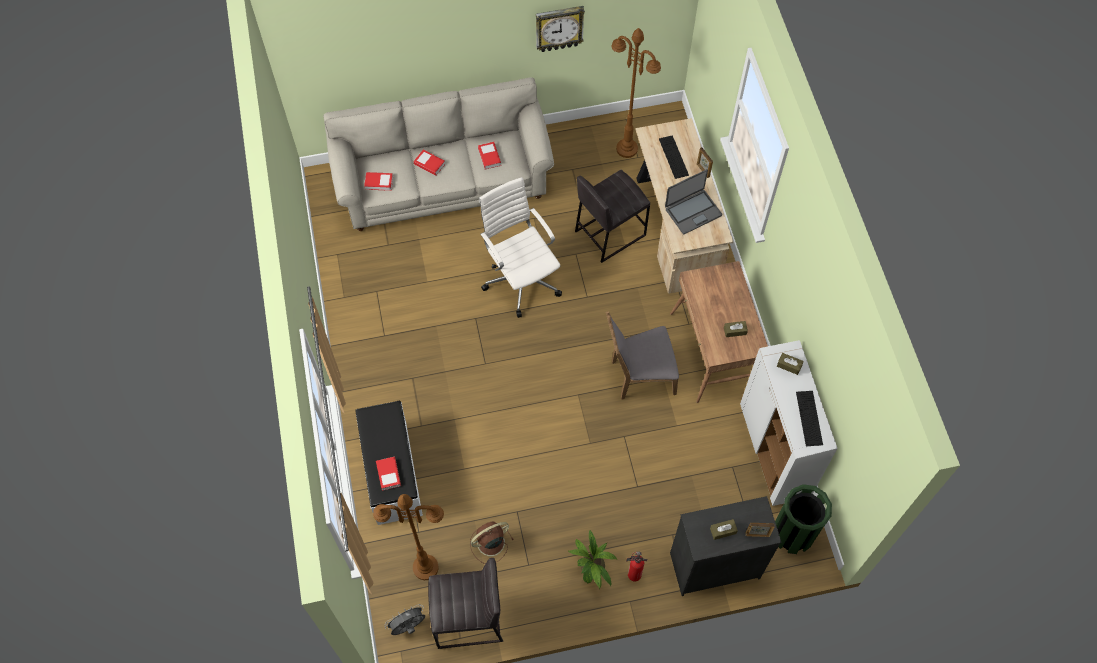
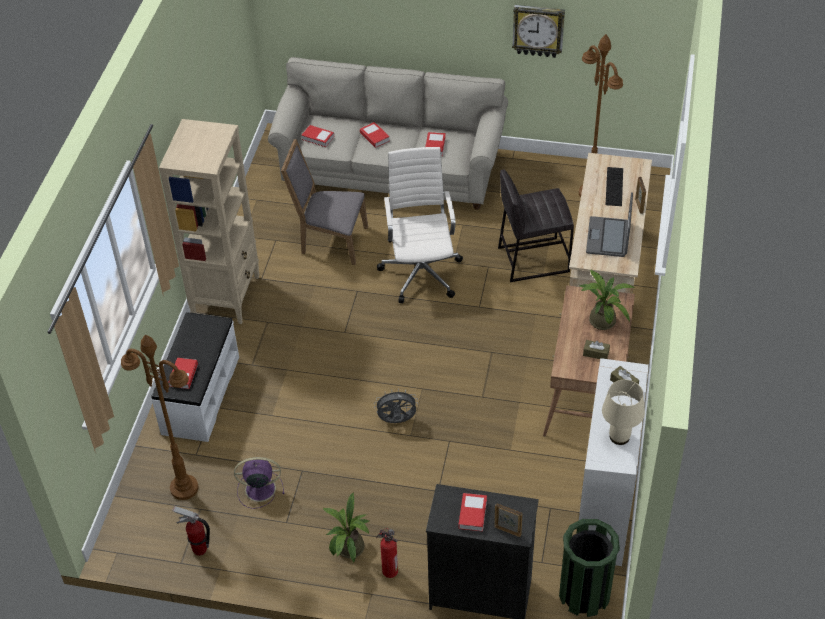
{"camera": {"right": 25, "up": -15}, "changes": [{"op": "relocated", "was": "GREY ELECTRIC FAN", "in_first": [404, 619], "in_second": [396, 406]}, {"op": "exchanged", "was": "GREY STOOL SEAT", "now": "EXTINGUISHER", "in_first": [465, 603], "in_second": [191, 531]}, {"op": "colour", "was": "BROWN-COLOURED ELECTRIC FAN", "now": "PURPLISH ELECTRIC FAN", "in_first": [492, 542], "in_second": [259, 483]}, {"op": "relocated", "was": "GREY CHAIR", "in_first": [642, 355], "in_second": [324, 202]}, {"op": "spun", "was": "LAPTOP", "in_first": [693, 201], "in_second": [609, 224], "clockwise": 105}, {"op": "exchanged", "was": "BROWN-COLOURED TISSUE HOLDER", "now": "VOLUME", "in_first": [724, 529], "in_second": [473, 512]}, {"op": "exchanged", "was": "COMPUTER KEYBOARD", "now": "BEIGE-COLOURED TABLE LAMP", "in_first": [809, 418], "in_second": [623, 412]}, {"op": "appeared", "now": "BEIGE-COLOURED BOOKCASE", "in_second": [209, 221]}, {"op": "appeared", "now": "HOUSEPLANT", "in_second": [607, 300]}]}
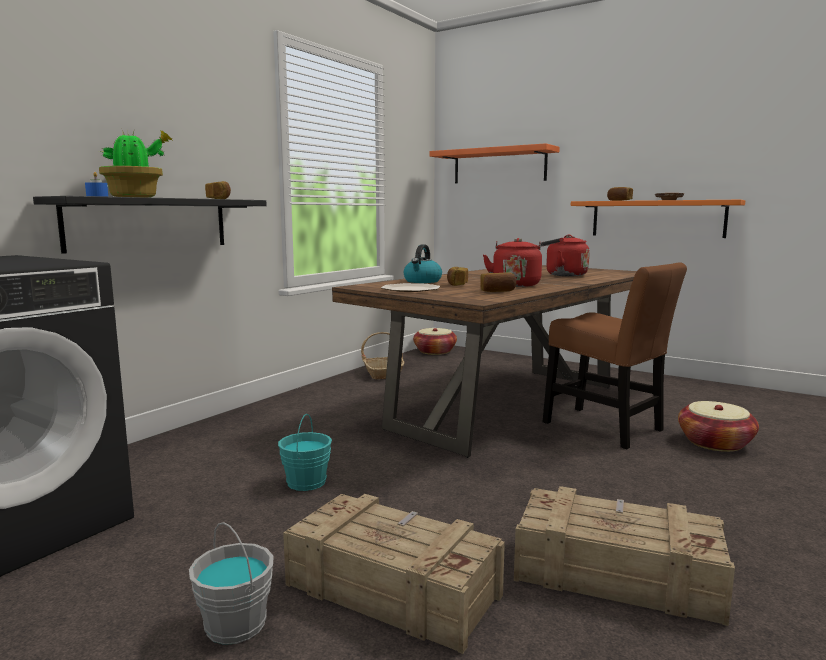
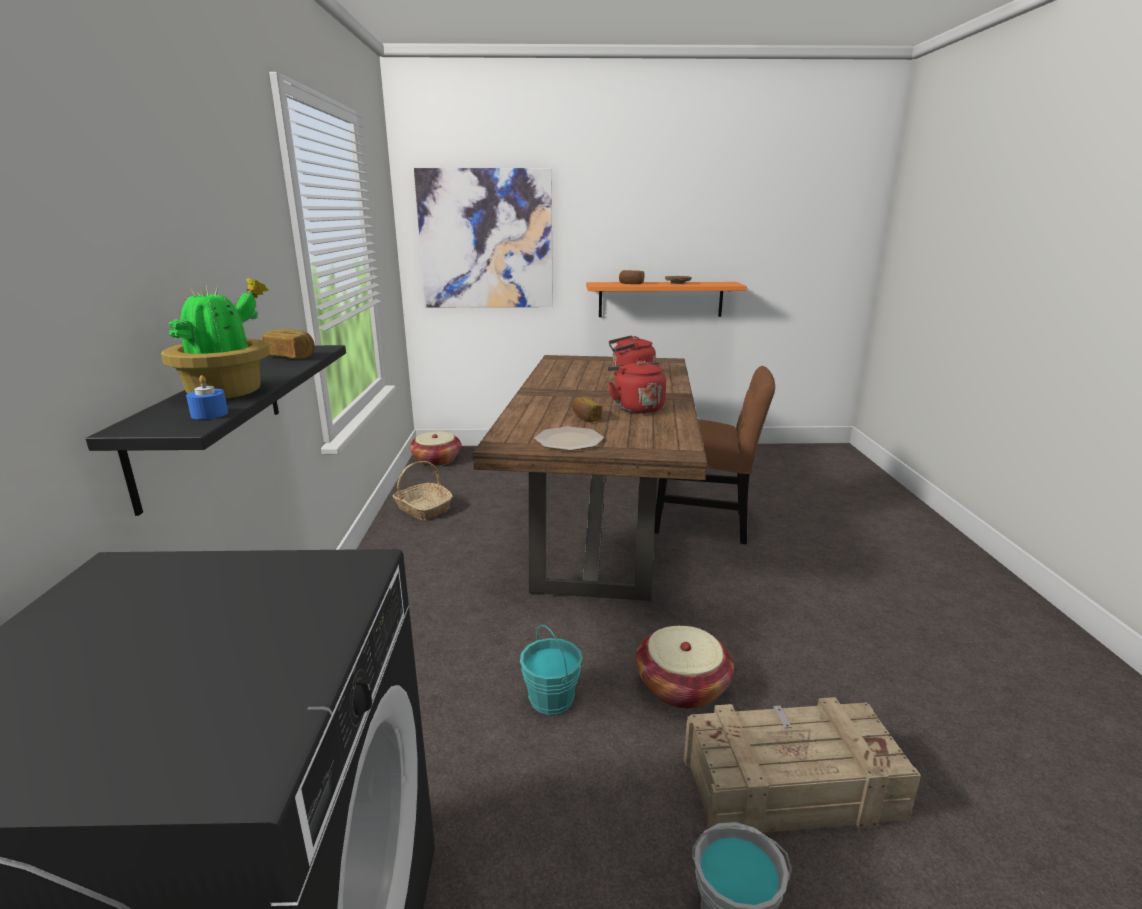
{"camera": {"right": -35, "up": 10}, "changes": [{"op": "missing", "was": "KETTLE", "in_first": [423, 263]}, {"op": "exchanged", "was": "ORANGEY WALL SHELF", "now": "PICTURE", "in_first": [494, 163], "in_second": [483, 237]}, {"op": "missing", "was": "BAKERY BREAD", "in_first": [498, 282]}, {"op": "missing", "was": "PACKING CRATE", "in_first": [624, 556]}, {"op": "relocated", "was": "HOUSEHOLD BASKET", "in_first": [718, 426], "in_second": [685, 667]}]}
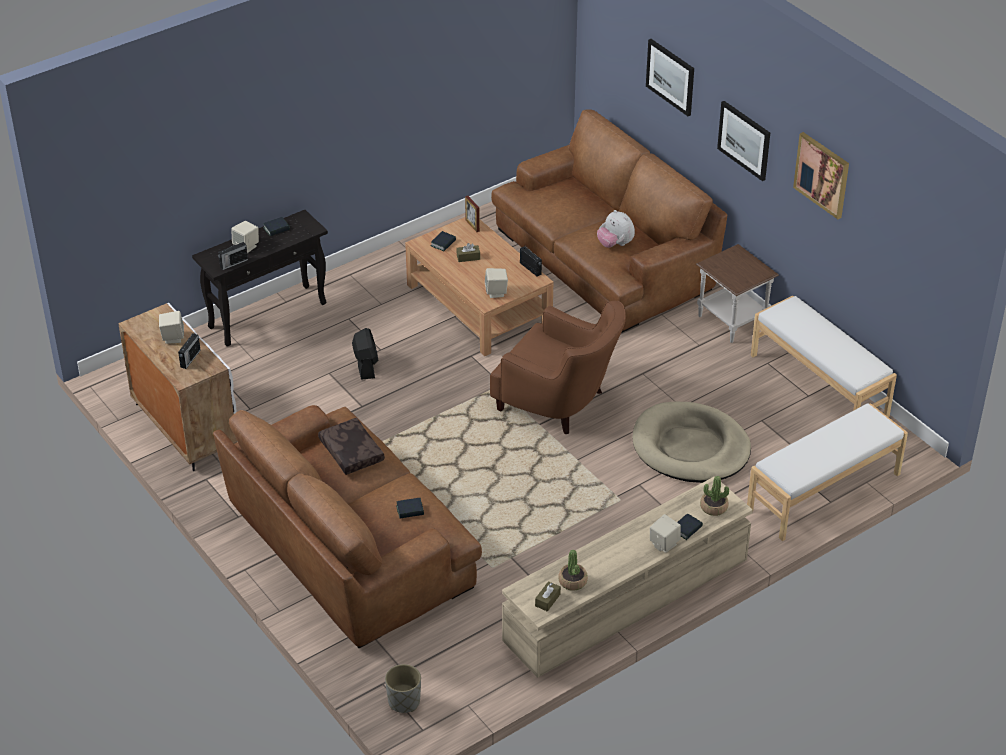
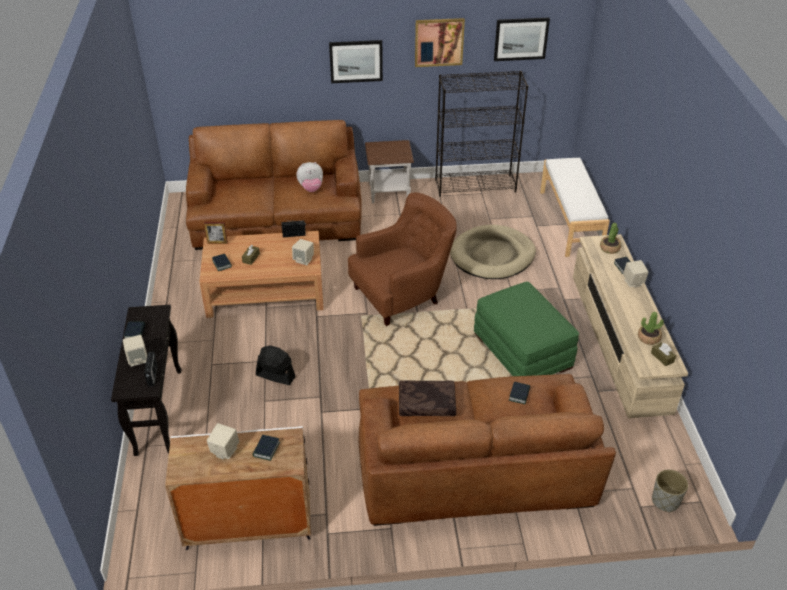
{"camera": {"right": -60, "up": 0}, "changes": [{"op": "exchanged", "was": "RADIO", "now": "VOLUME", "in_first": [189, 351], "in_second": [266, 448]}, {"op": "relocated", "was": "PICTURE", "in_first": [670, 77], "in_second": [522, 39]}, {"op": "exchanged", "was": "WHITE-COLOURED INDOOR BENCH", "now": "BLACK-COLOURED BOOKCASE", "in_first": [824, 356], "in_second": [481, 134]}, {"op": "appeared", "now": "GREEN-COLOURED FOOTREST", "in_second": [526, 329]}]}
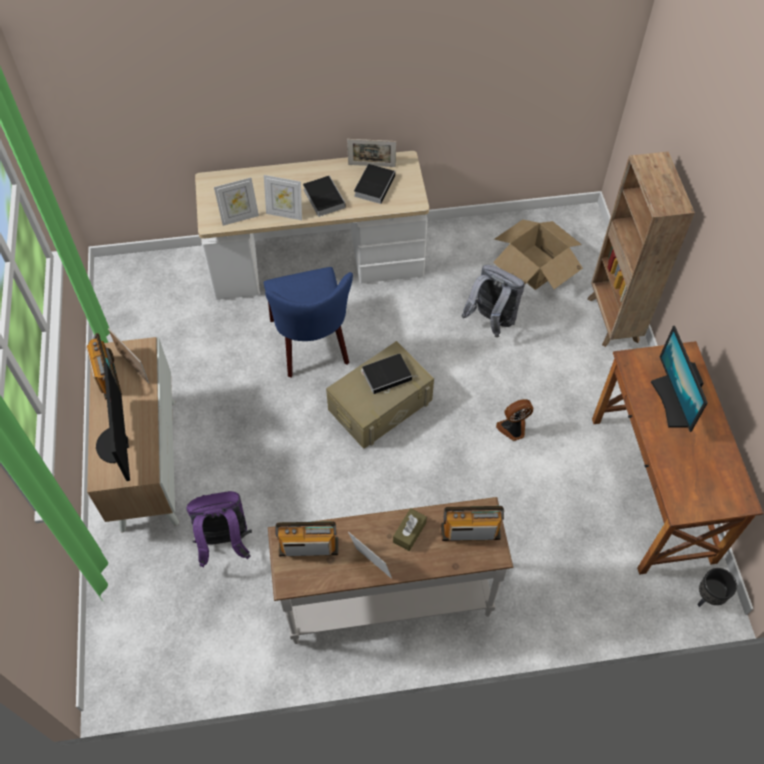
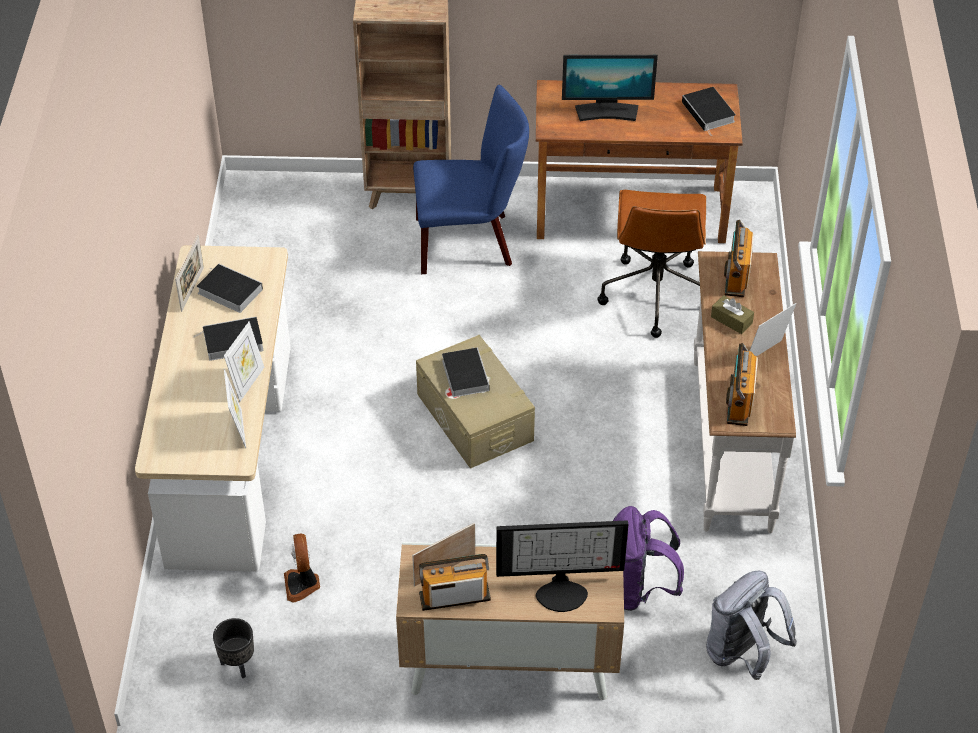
{"camera": {"right": -80, "up": -10}, "changes": [{"op": "relocated", "was": "BLUE CHAIR", "in_first": [308, 322], "in_second": [471, 179]}, {"op": "relocated", "was": "GREY RUCKSACK", "in_first": [493, 301], "in_second": [751, 625]}, {"op": "missing", "was": "CARTON", "in_first": [538, 255]}, {"op": "relocated", "was": "ELECTRIC FAN", "in_first": [514, 420], "in_second": [302, 568]}, {"op": "relocated", "was": "BLACK-COLOURED FLOWER POT", "in_first": [717, 587], "in_second": [233, 648]}, {"op": "appeared", "now": "BROWN-COLOURED DESK CHAIR", "in_second": [651, 264]}, {"op": "appeared", "now": "VOLUME", "in_second": [709, 111]}]}
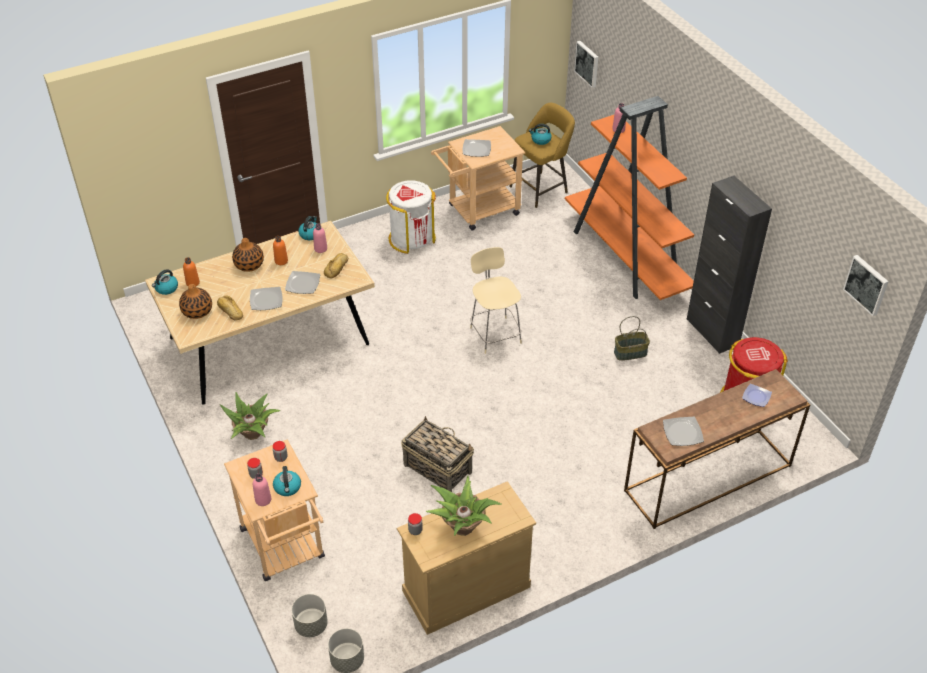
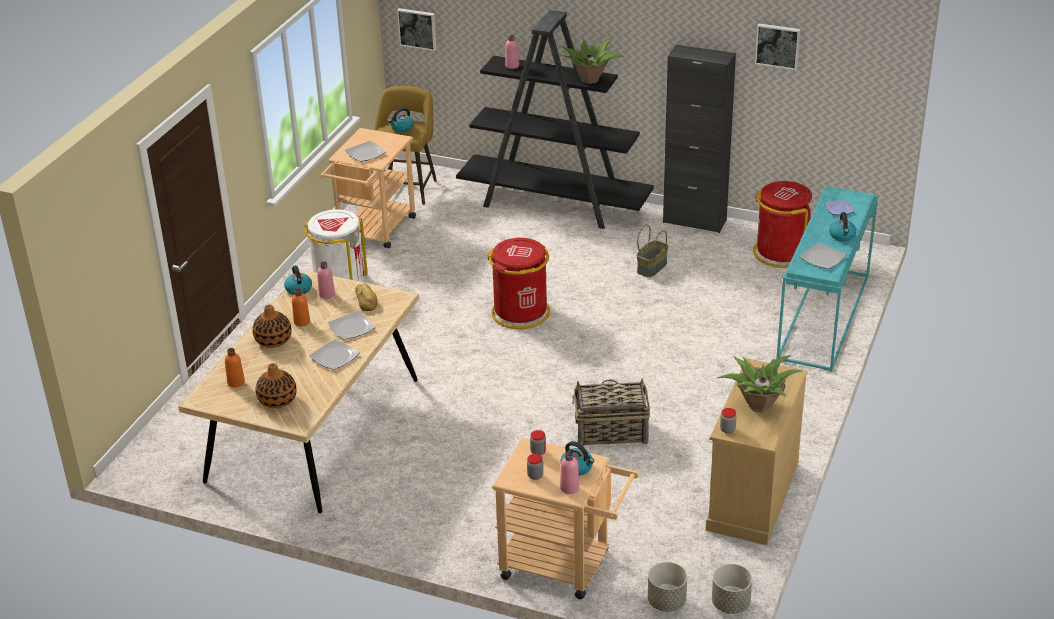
{"camera": {"right": -40, "up": -10}, "changes": [{"op": "relocated", "was": "KETTLE", "in_first": [165, 282], "in_second": [843, 226]}, {"op": "missing", "was": "BAKERY BREAD", "in_first": [230, 308]}, {"op": "relocated", "was": "HOUSEPLANT", "in_first": [249, 416], "in_second": [592, 61]}, {"op": "exchanged", "was": "BEIGE-COLOURED STOOL SEAT", "now": "RED-COLOURED RUBBISH BIN", "in_first": [496, 300], "in_second": [518, 283]}, {"op": "colour", "was": "ORANGEY BOOKCASE", "now": "BLACK-COLOURED BOOKCASE", "in_first": [629, 198], "in_second": [555, 119]}, {"op": "colour", "was": "BROWN-COLOURED NARROW TABLE", "now": "TURQUOISE-COLOURED NARROW TABLE", "in_first": [717, 449], "in_second": [827, 279]}, {"op": "relocated", "was": "PICTURE", "in_first": [866, 285], "in_second": [777, 46]}]}
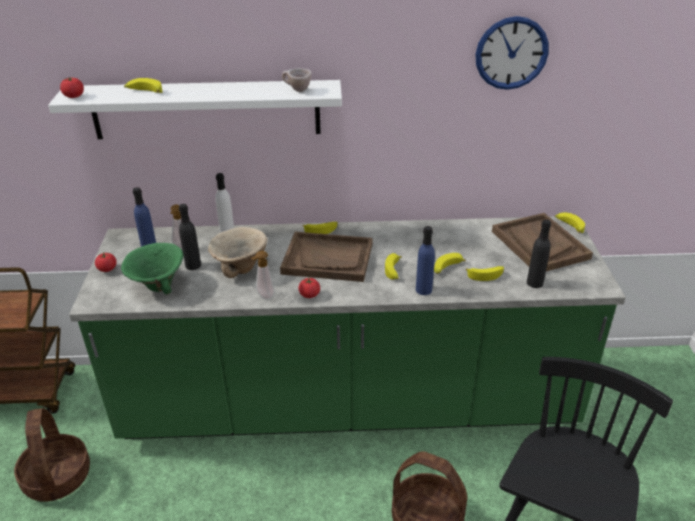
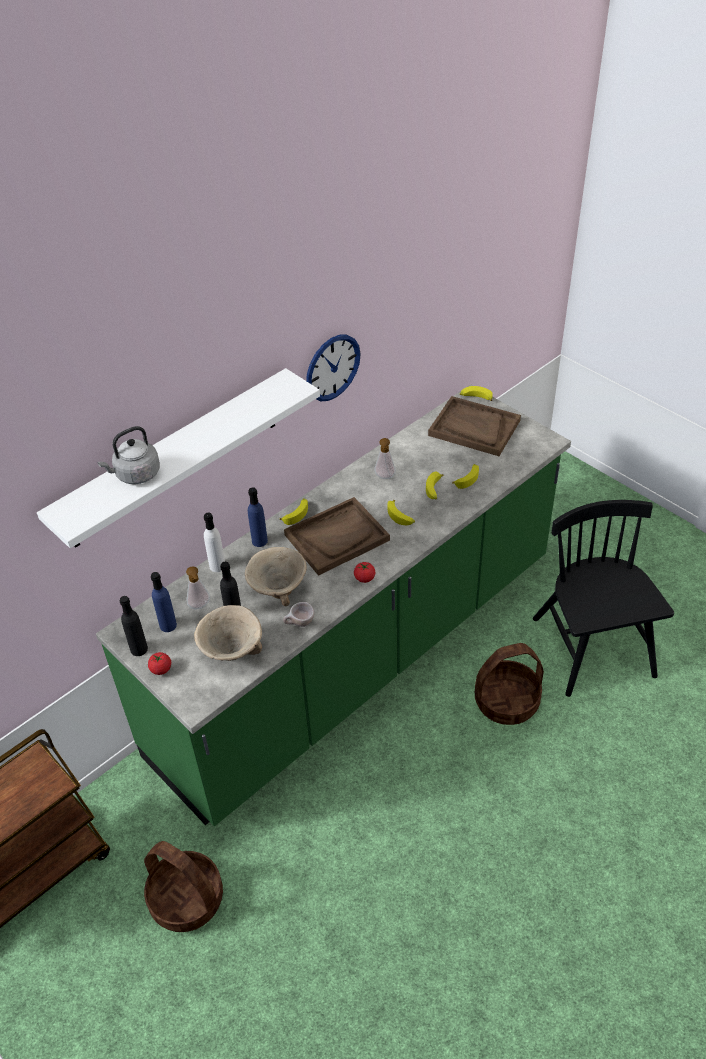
{"camera": {"right": -40, "up": 10}, "changes": [{"op": "missing", "was": "TOMATO", "in_first": [72, 87]}, {"op": "colour", "was": "GREEN-COLOURED SERVING BOWL", "now": "BEIGE-COLOURED SERVING BOWL", "in_first": [152, 269], "in_second": [228, 633]}, {"op": "exchanged", "was": "BANANA", "now": "GREY KETTLE", "in_first": [143, 85], "in_second": [128, 455]}, {"op": "relocated", "was": "SOAP BOTTLE", "in_first": [263, 275], "in_second": [385, 458]}, {"op": "relocated", "was": "BEIGE-COLOURED DRINKING CUP", "in_first": [297, 80], "in_second": [298, 614]}, {"op": "relocated", "was": "BLUE BOTTLE", "in_first": [425, 260], "in_second": [258, 517]}, {"op": "relocated", "was": "CLOCK ON THE WALL", "in_first": [512, 53], "in_second": [333, 368]}, {"op": "relocated", "was": "BLACK-COLOURED BOTTLE", "in_first": [539, 253], "in_second": [134, 626]}]}
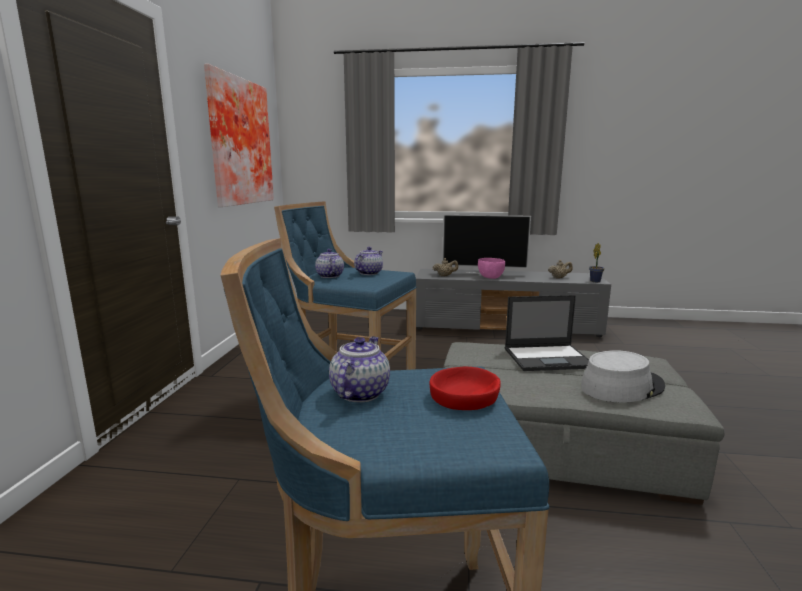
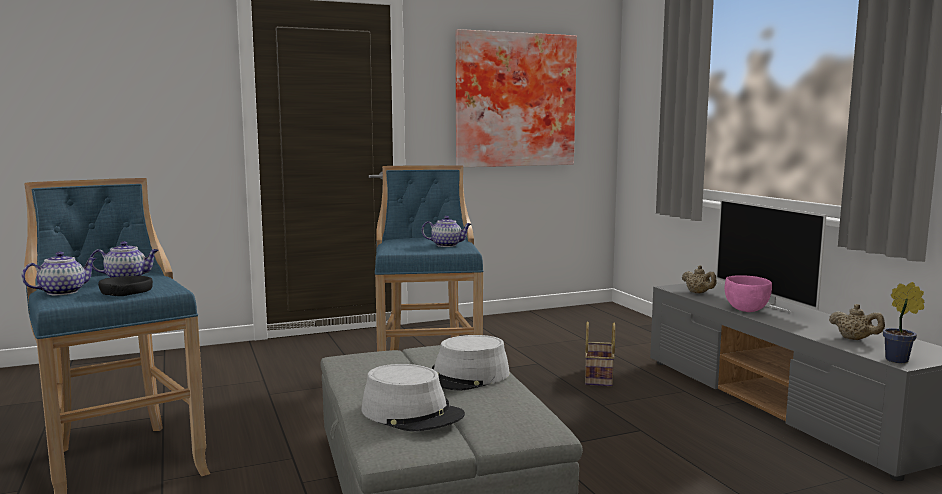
{"camera": {"right": 60, "up": -5}, "changes": [{"op": "relocated", "was": "TEAPOT", "in_first": [329, 263], "in_second": [59, 273]}, {"op": "colour", "was": "RED-COLOURED SERVING BOWL", "now": "BLACK-COLOURED SERVING BOWL", "in_first": [465, 388], "in_second": [125, 286]}, {"op": "exchanged", "was": "LAPTOP", "now": "GREY WEARABLE HAT", "in_first": [547, 333], "in_second": [471, 363]}, {"op": "appeared", "now": "HOUSEHOLD BASKET", "in_second": [600, 353]}]}
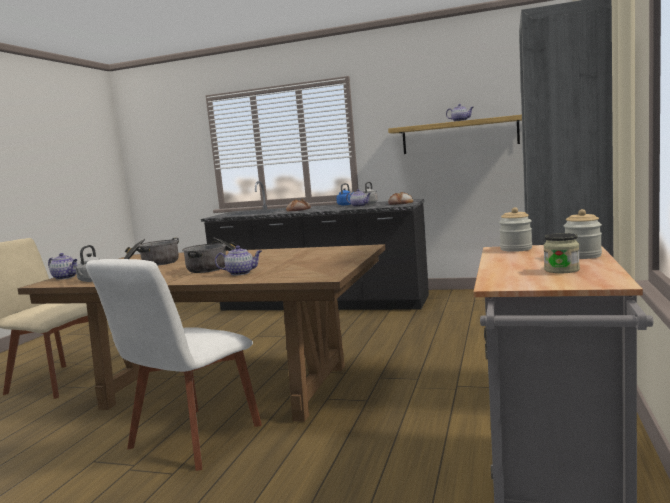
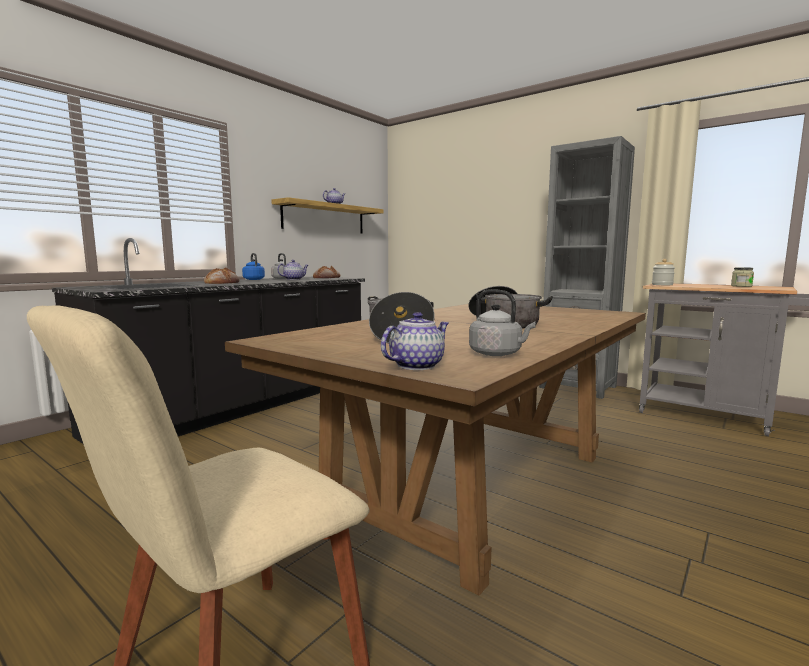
{"camera": {"right": -70, "up": 0}, "changes": [{"op": "missing", "was": "WHITE-COLOURED CHAIR", "in_first": [174, 365]}, {"op": "missing", "was": "TEAPOT", "in_first": [238, 260]}, {"op": "missing", "was": "STORAGE JAR", "in_first": [582, 234]}]}
